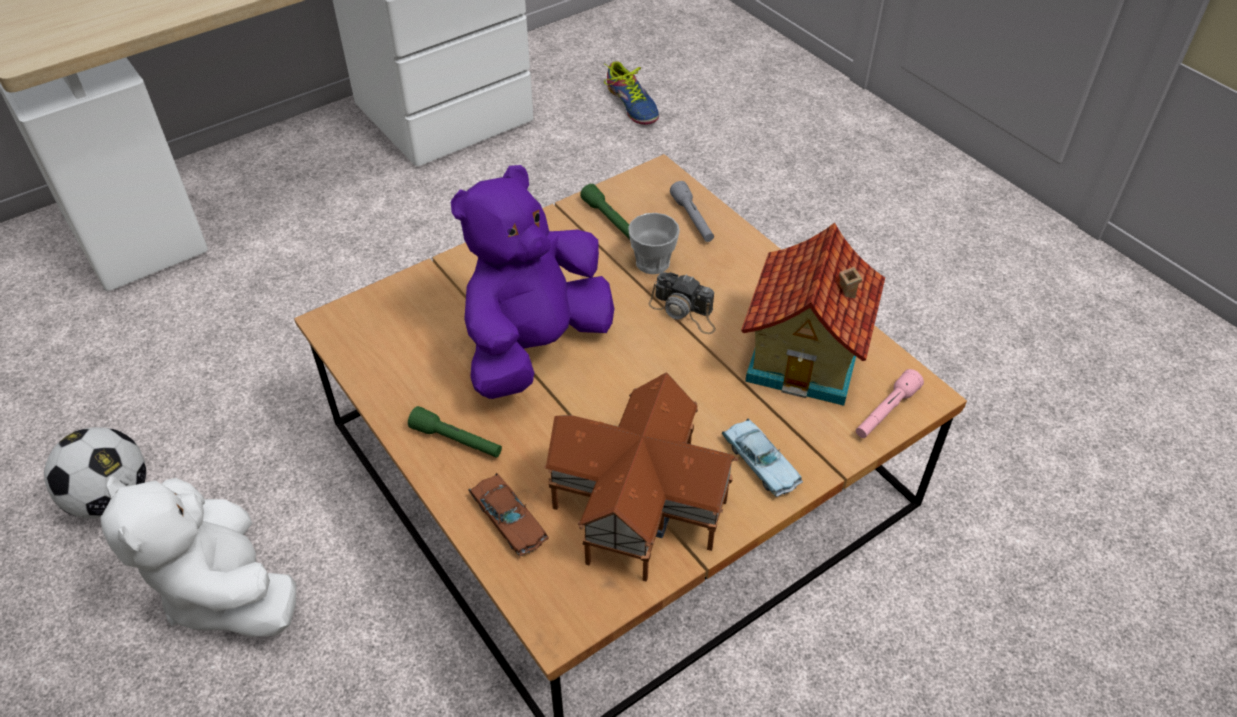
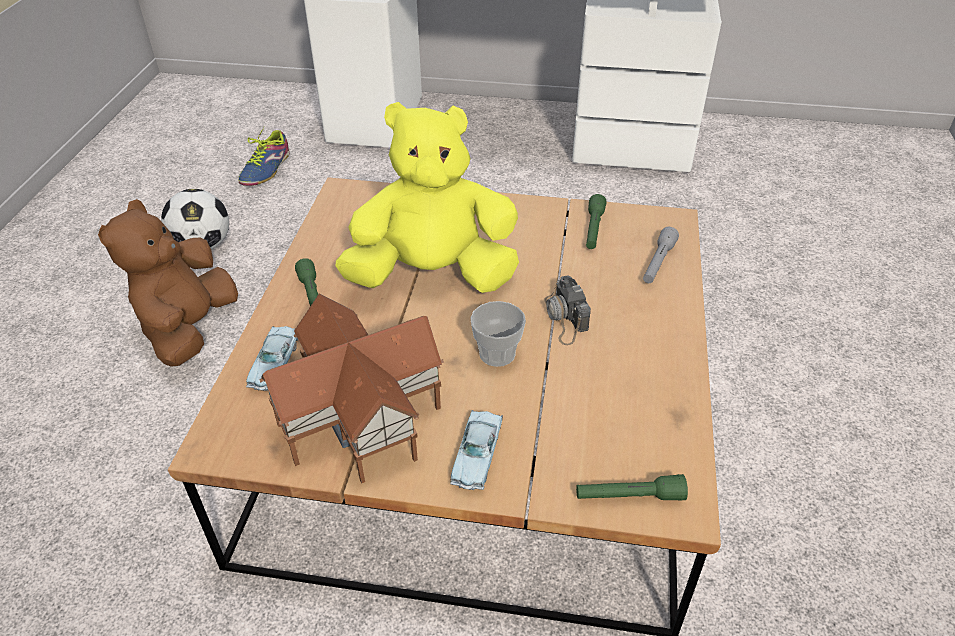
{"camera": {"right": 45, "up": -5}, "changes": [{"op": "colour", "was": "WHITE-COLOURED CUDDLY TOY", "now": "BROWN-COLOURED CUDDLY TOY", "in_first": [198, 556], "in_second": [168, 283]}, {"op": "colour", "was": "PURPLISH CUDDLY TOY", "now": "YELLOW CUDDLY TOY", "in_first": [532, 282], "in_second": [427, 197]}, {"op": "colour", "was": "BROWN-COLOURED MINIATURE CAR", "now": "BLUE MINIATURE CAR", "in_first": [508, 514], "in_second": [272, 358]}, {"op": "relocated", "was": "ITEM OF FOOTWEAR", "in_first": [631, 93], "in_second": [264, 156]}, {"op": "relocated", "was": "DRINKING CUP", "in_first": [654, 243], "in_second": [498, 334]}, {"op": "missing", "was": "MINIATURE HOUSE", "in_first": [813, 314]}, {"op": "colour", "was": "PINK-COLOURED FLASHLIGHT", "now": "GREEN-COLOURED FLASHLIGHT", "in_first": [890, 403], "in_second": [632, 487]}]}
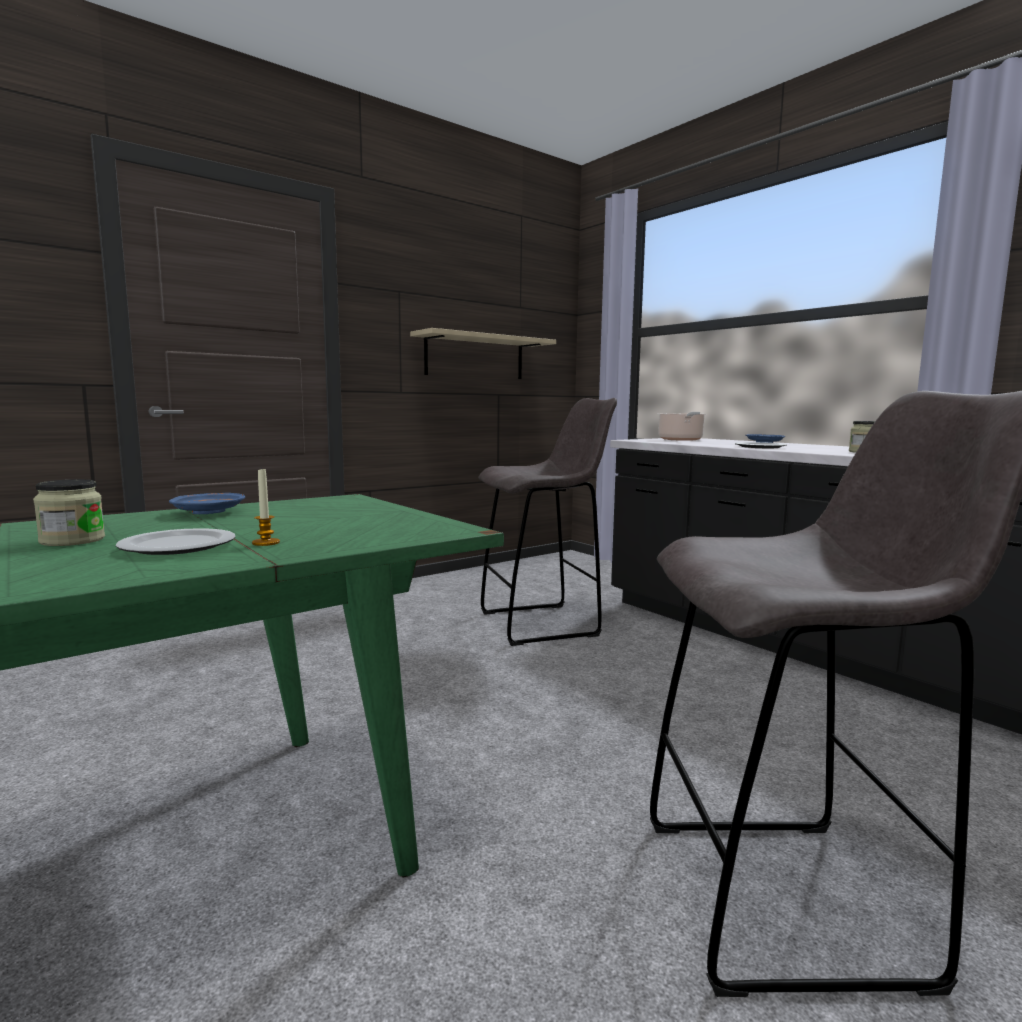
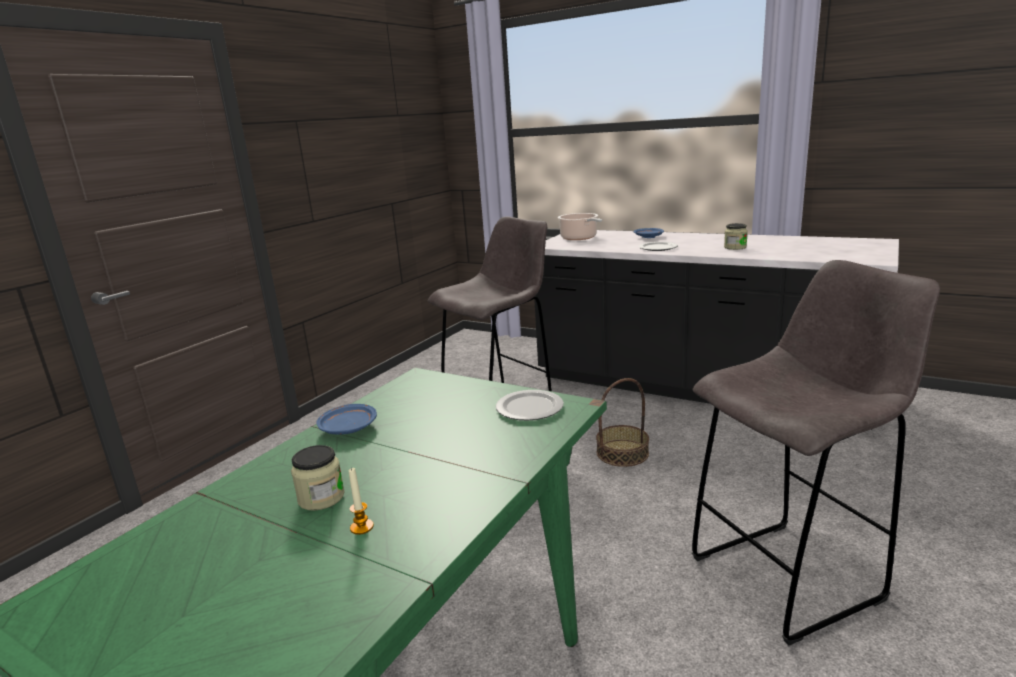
{"camera": {"right": -20, "up": 10}, "changes": [{"op": "relocated", "was": "DINNER PLATE", "in_first": [176, 541], "in_second": [530, 405]}, {"op": "relocated", "was": "WAX LIGHT", "in_first": [266, 506], "in_second": [361, 501]}, {"op": "missing", "was": "BEIGE-COLOURED WALL SHELF", "in_first": [483, 353]}, {"op": "appeared", "now": "HOUSEHOLD BASKET", "in_second": [622, 422]}]}
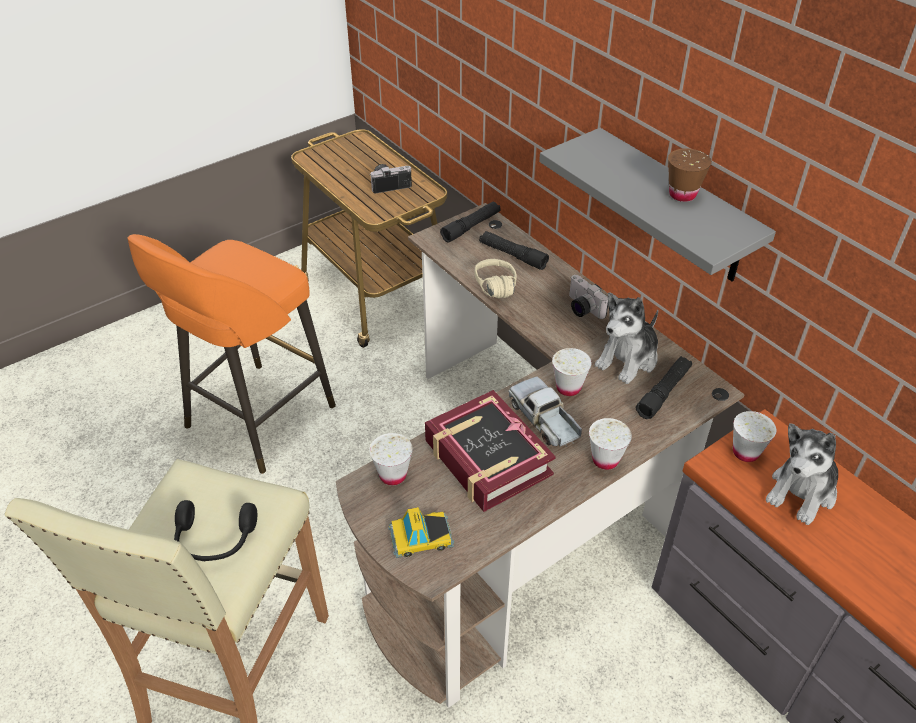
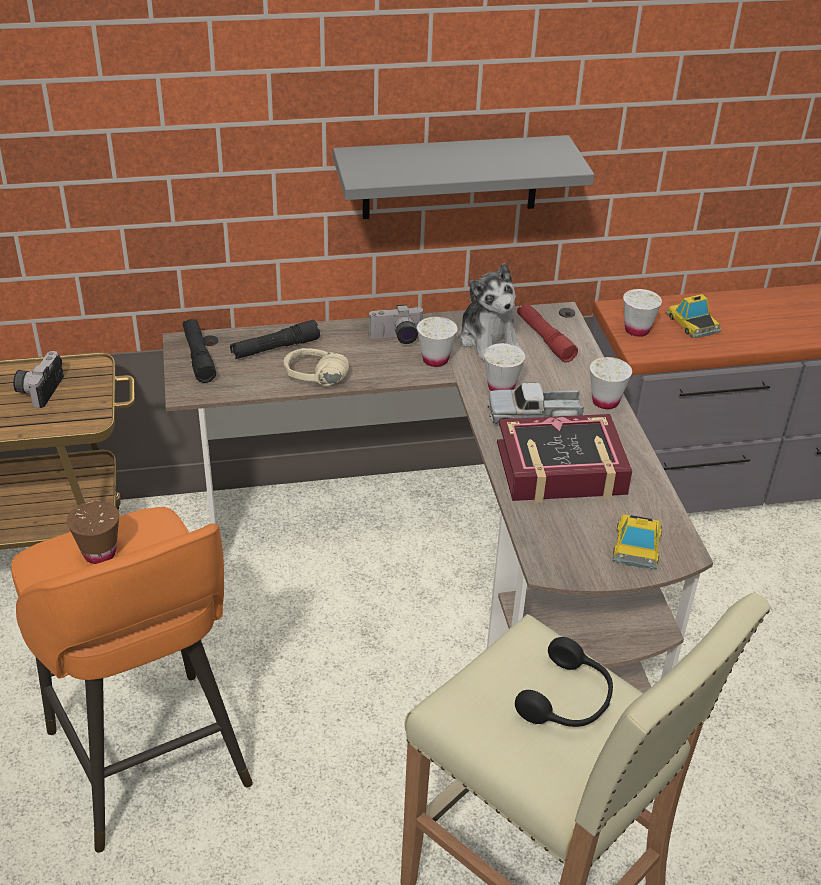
{"camera": {"right": -65, "up": -5}, "changes": [{"op": "relocated", "was": "WHITE-COLOURED DRINKING CUP", "in_first": [391, 459], "in_second": [437, 342]}, {"op": "colour", "was": "BLACK-COLOURED FLASHLIGHT", "now": "RED-COLOURED FLASHLIGHT", "in_first": [664, 387], "in_second": [547, 333]}, {"op": "relocated", "was": "BROWN-COLOURED DRINKING CUP", "in_first": [690, 175], "in_second": [93, 532]}, {"op": "exchanged", "was": "CUDDLY TOY", "now": "MINIATURE CAR", "in_first": [801, 474], "in_second": [693, 316]}]}
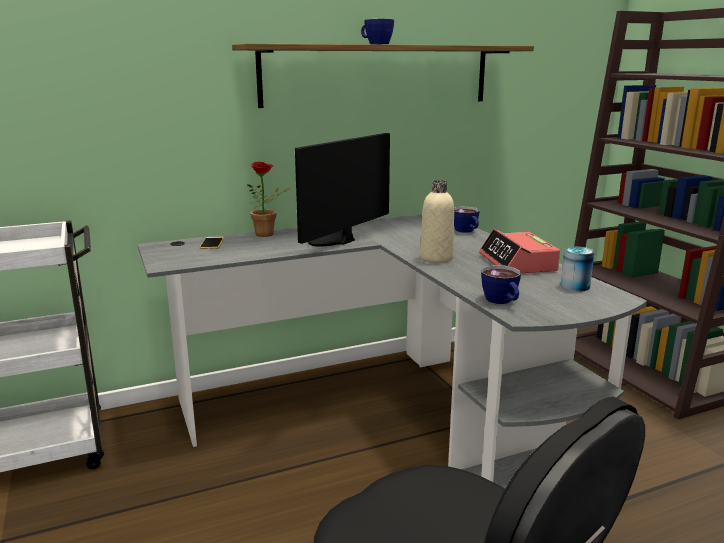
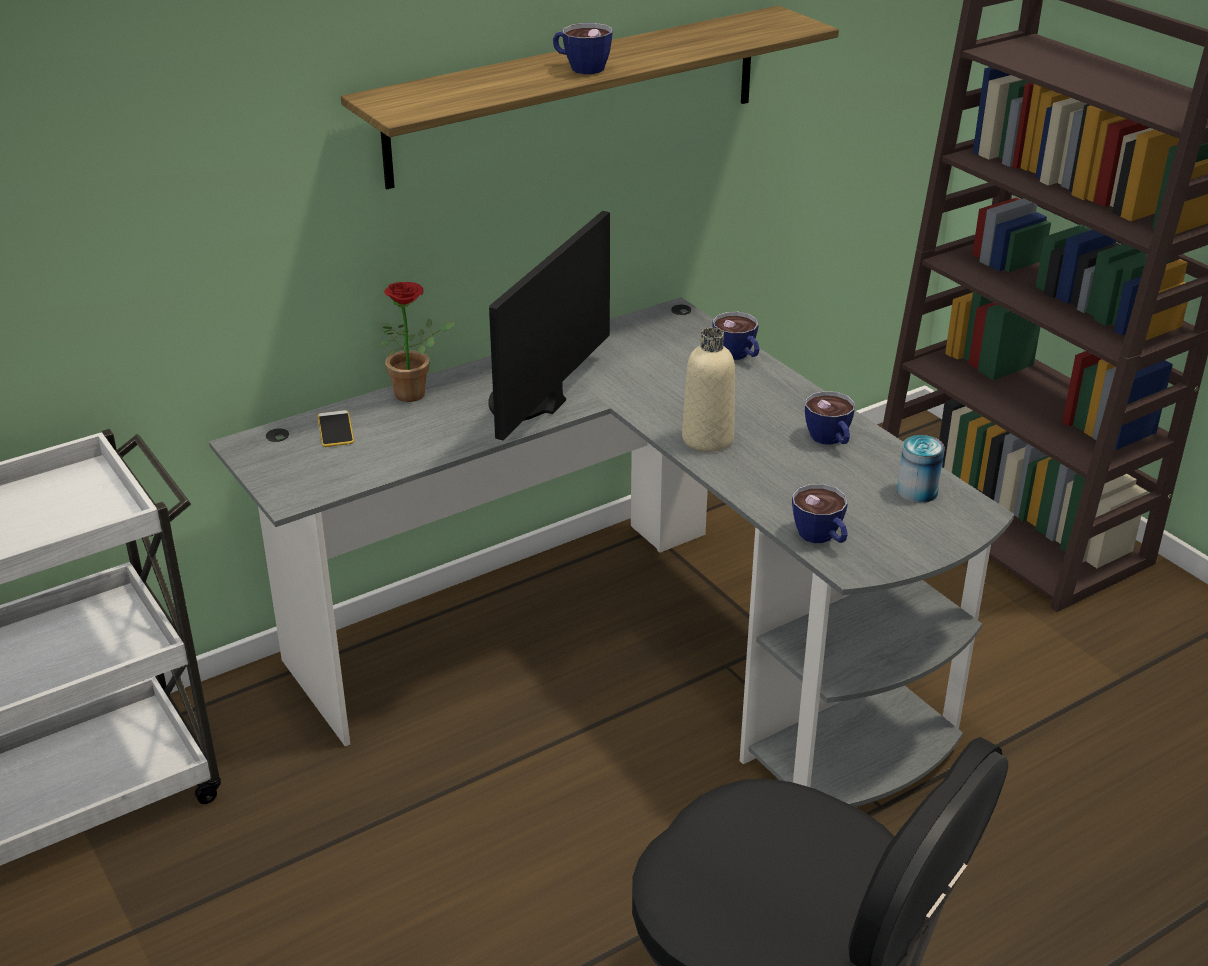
{"camera": {"right": -10, "up": 15}, "changes": [{"op": "exchanged", "was": "BEDSIDE CLOCK", "now": "DRINKING CUP", "in_first": [519, 251], "in_second": [830, 418]}]}
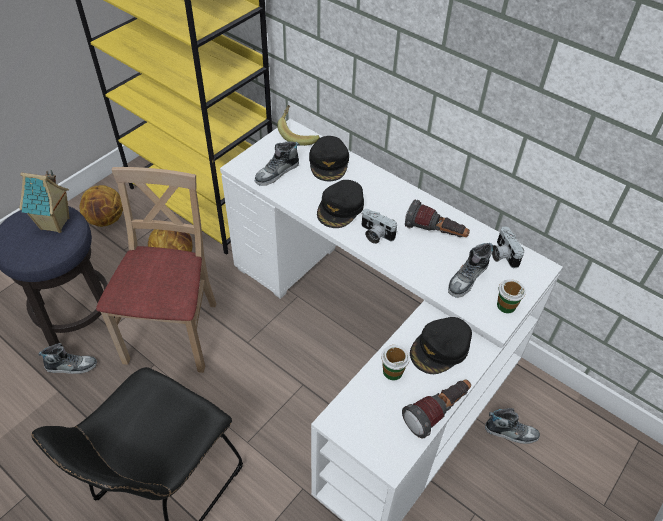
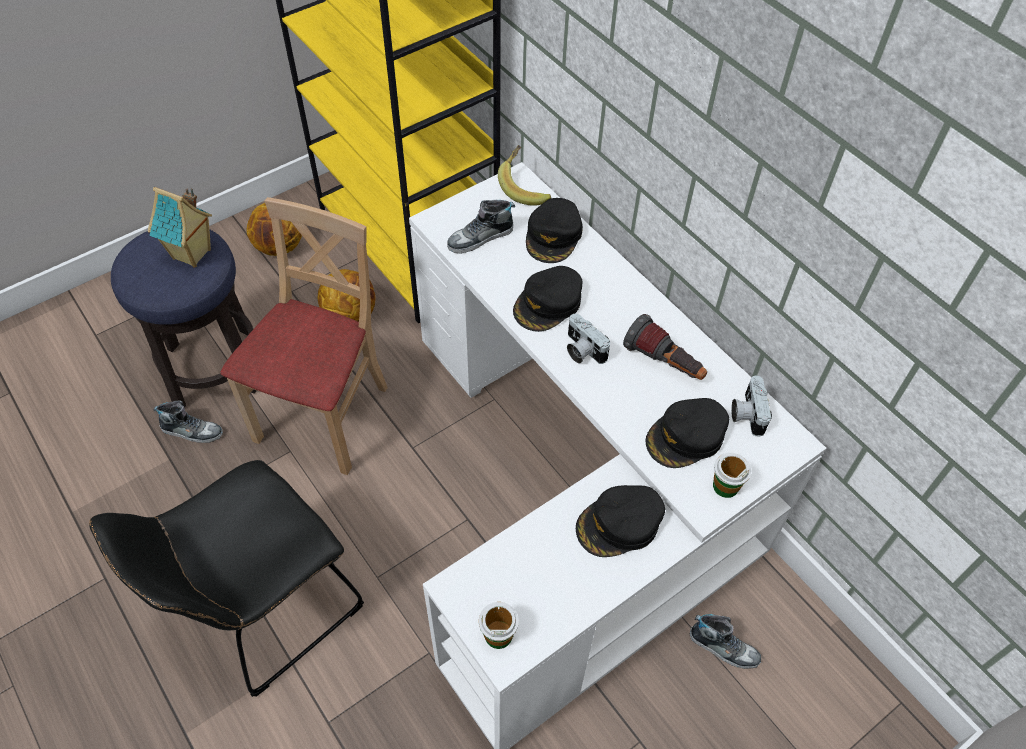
{"camera": {"right": 15, "up": 5}, "changes": [{"op": "relocated", "was": "DRINKING CUP", "in_first": [395, 362], "in_second": [499, 625]}, {"op": "missing", "was": "FLASHLIGHT", "in_first": [436, 409]}, {"op": "exchanged", "was": "ITEM OF FOOTWEAR", "now": "BLACK-COLOURED CAP", "in_first": [470, 270], "in_second": [687, 433]}]}
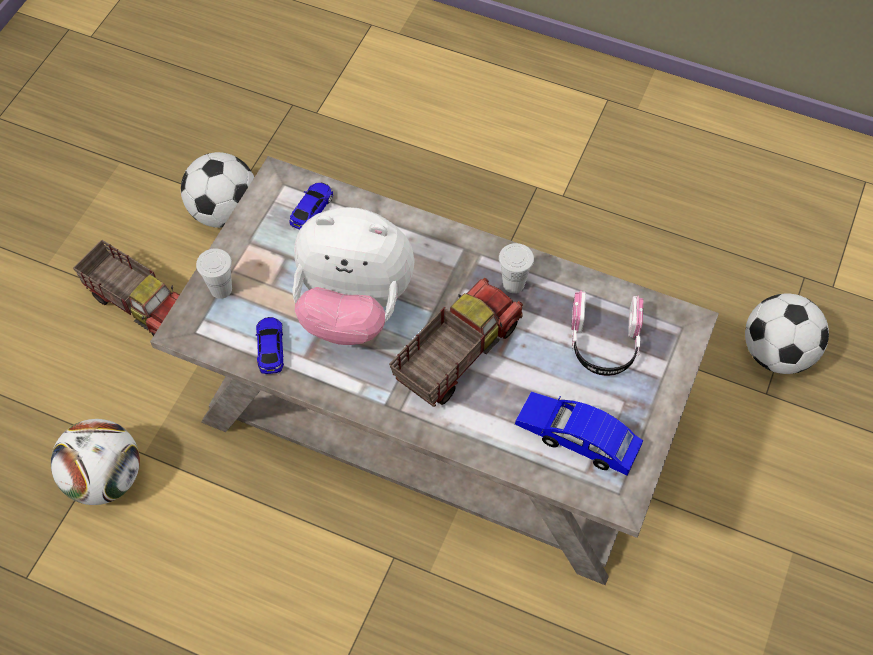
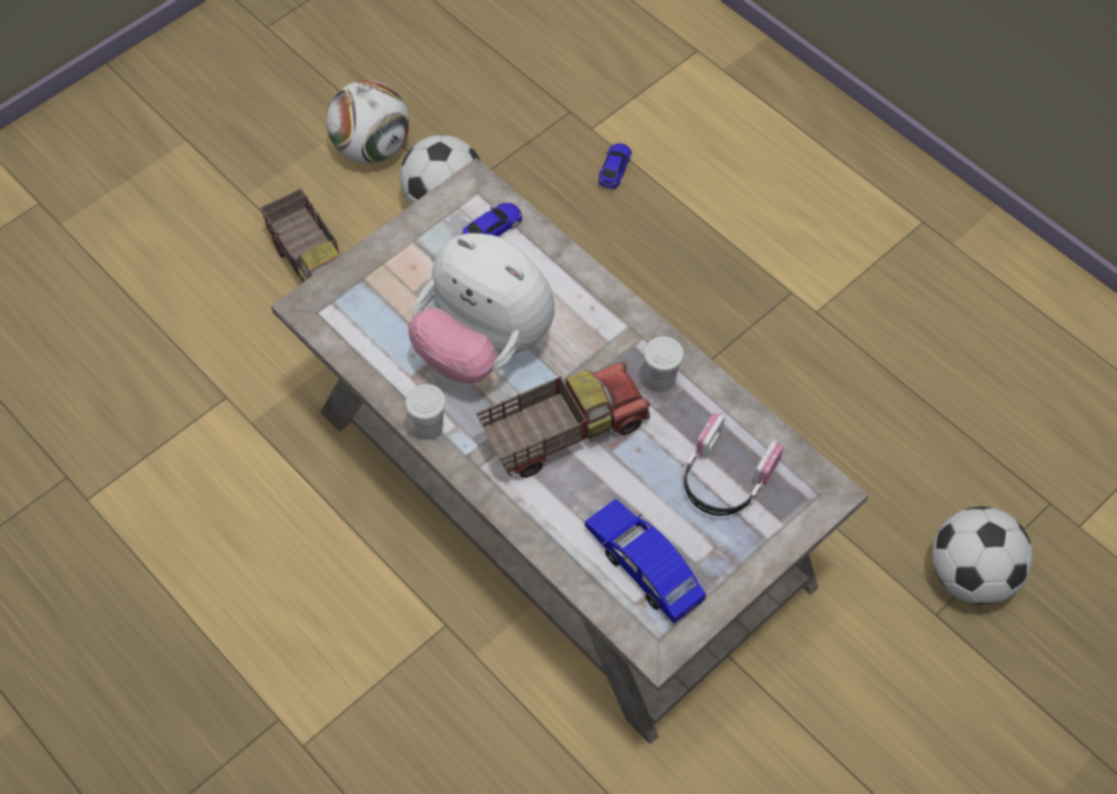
{"camera": {"right": 25, "up": 0}, "changes": [{"op": "relocated", "was": "BALL FOR FOOTBALL", "in_first": [95, 462], "in_second": [367, 121]}, {"op": "relocated", "was": "WHITE-COLOURED DRINKING CUP", "in_first": [214, 273], "in_second": [425, 412]}, {"op": "relocated", "was": "MINIATURE CAR", "in_first": [269, 346], "in_second": [615, 166]}]}
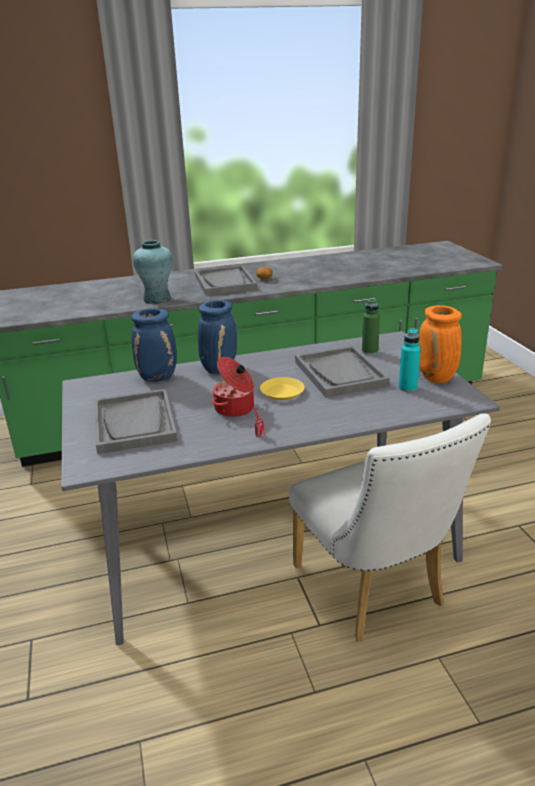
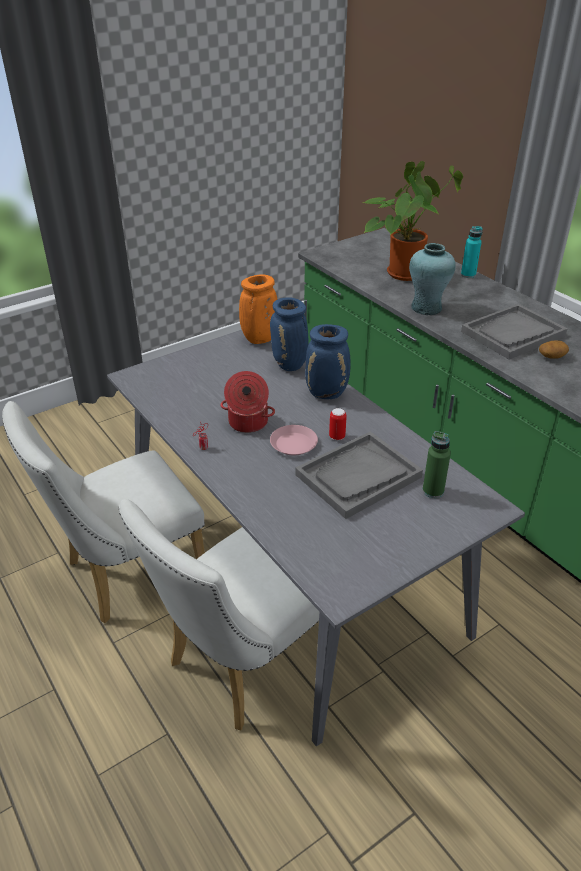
{"camera": {"right": 70, "up": 10}, "changes": [{"op": "missing", "was": "GREY SERVING TRAY", "in_first": [136, 421]}, {"op": "colour", "was": "YELLOW DINNER PLATE", "now": "PINK-COLOURED DINNER PLATE", "in_first": [282, 388], "in_second": [294, 440]}, {"op": "relocated", "was": "TURQUOISE-COLOURED BOTTLE", "in_first": [409, 360], "in_second": [472, 252]}, {"op": "relocated", "was": "ORANGEY DECORATIVE VASE", "in_first": [440, 344], "in_second": [258, 309]}, {"op": "appeared", "now": "WHITE-COLOURED CHAIR", "in_second": [103, 512]}, {"op": "appeared", "now": "CAN", "in_second": [338, 424]}, {"op": "appeared", "now": "HOUSEPLANT", "in_second": [413, 221]}]}
